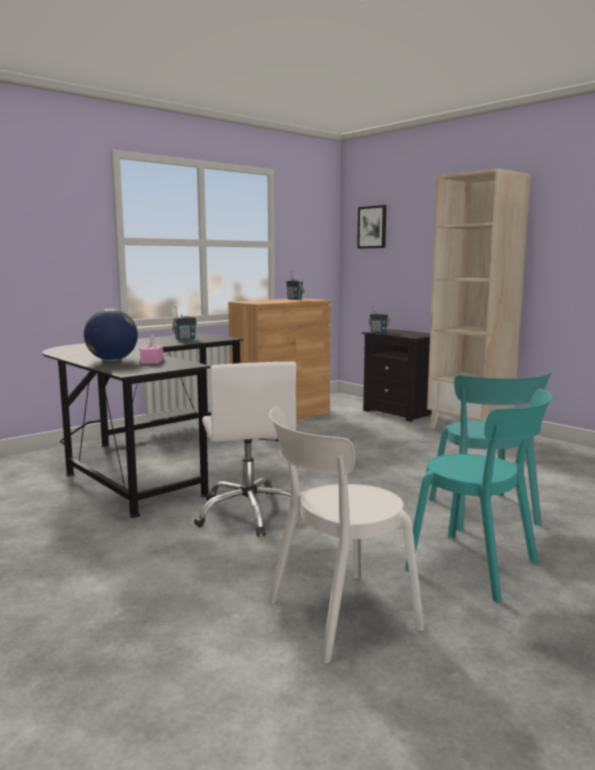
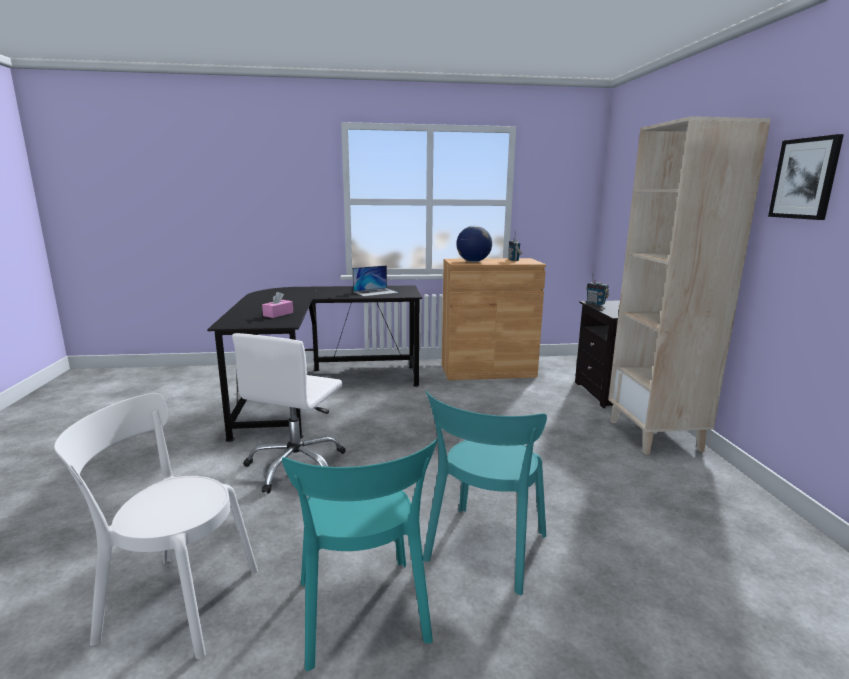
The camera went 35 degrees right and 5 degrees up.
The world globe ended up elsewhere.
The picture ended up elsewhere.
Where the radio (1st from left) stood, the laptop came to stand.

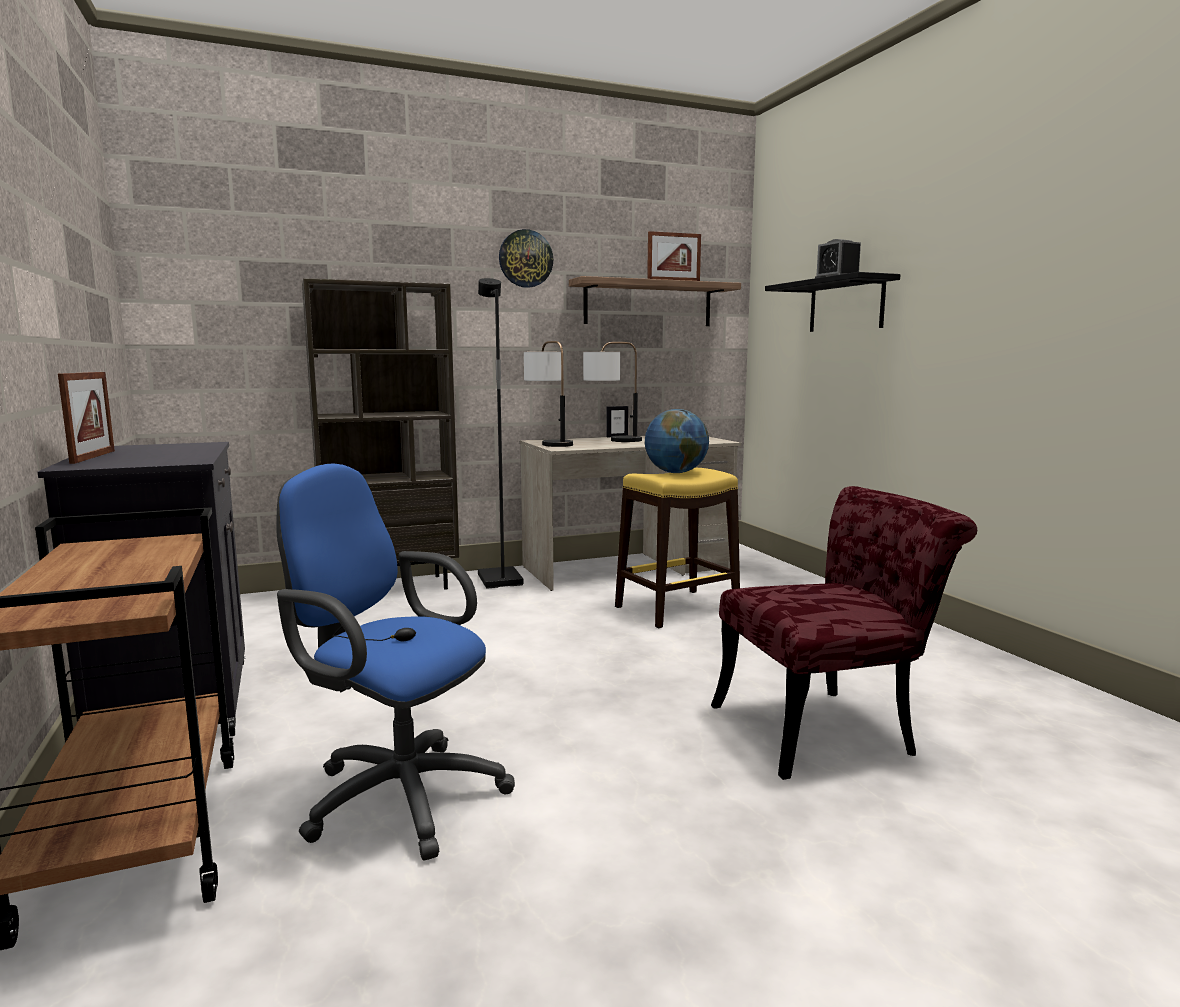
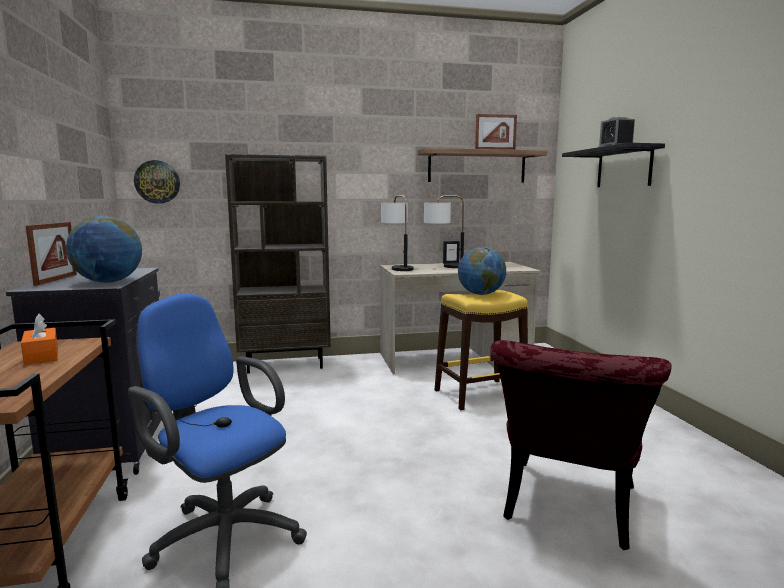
The camera went 10 degrees right and 0 degrees up.
The second view lost the standard lamp (blackish).
The second view gained the box of tissues (orangey).
The second view gained the world globe (1st from left).
The wall clock ended up elsewhere.
The upright chair (reddish) ended up facing another way, 120 degrees clockwise from before.

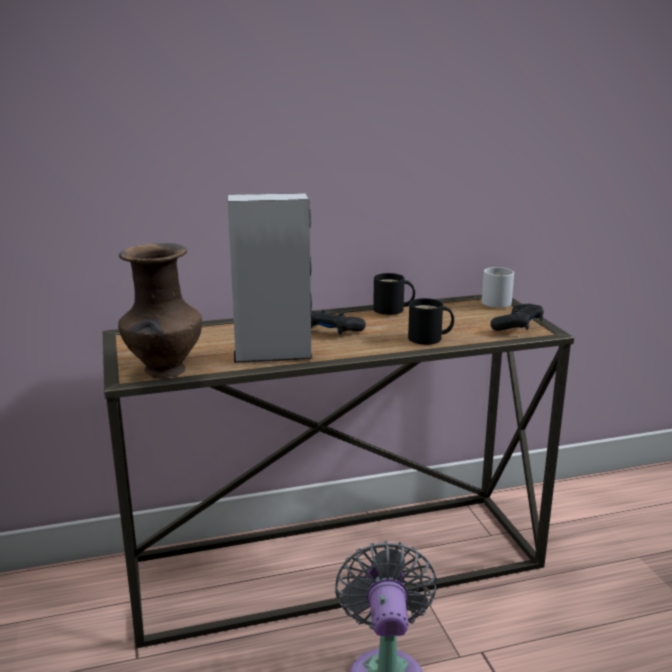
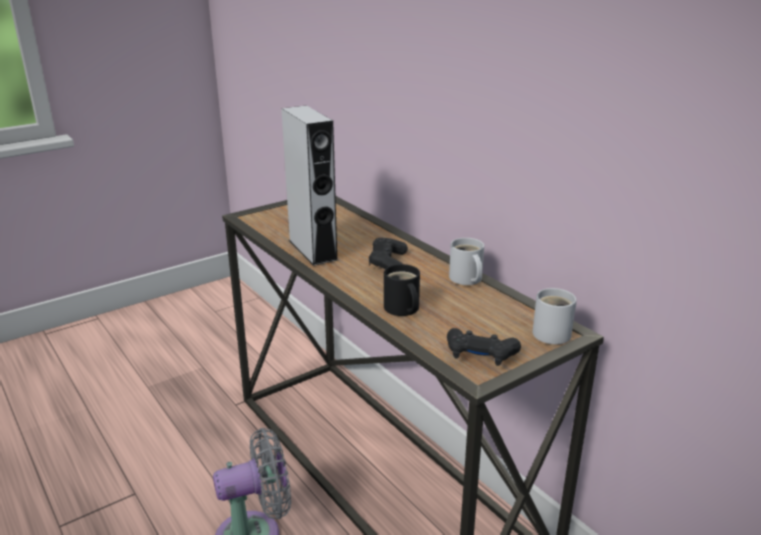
The camera went 70 degrees right and 5 degrees up.
The second view lost the vase (brown-coloured).
What was the mug (blackish) (1st from left) turned into the mug (white) (1st from left).

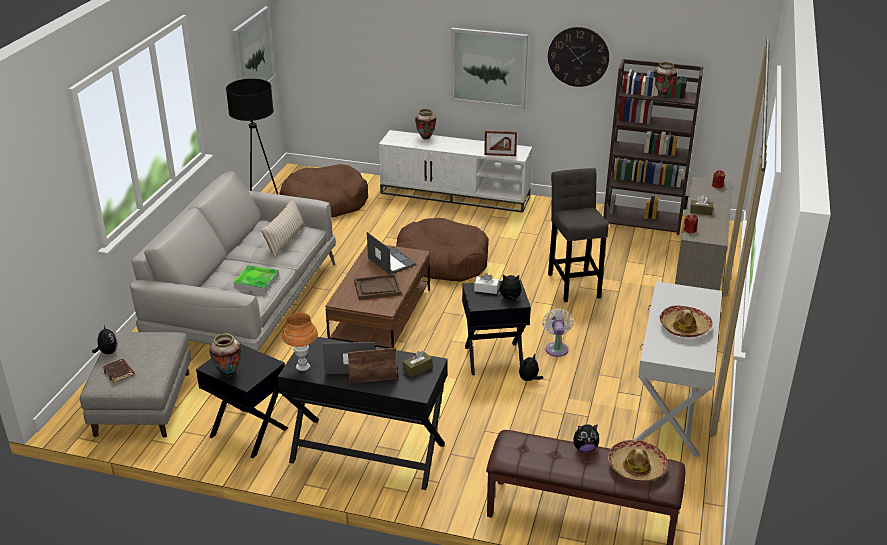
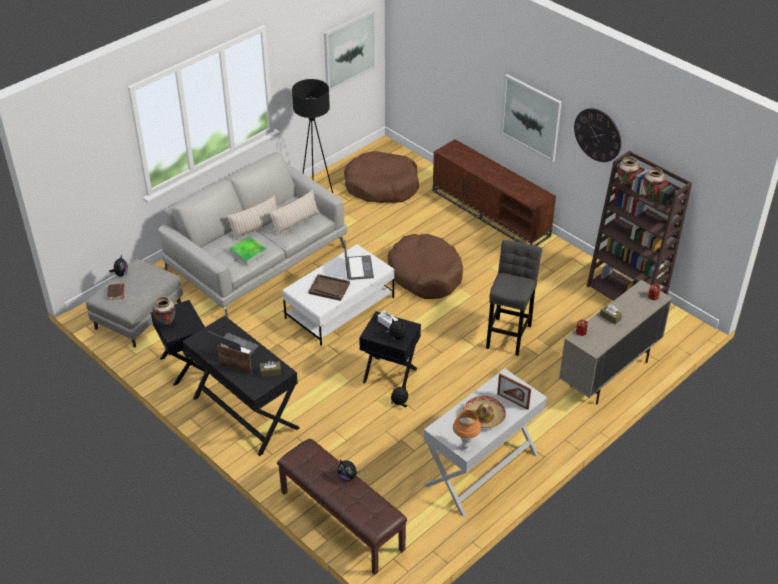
The camera went 30 degrees right and 10 degrees up.
The second view lost the cooling fan (white).
The second view lost the wearable hat (1st from left).
The second view gained the cushion (sand-coloured) (1st from left).
The table lamp (orangey) ended up elsewhere.
The vase (2nd from left) ended up elsewhere.
The photo frame (2nd from left) ended up elsewhere.
What was the low table (brown-coloured) turned into the low table (white).
What was the media console (white) turned into the media console (brown-coloured).

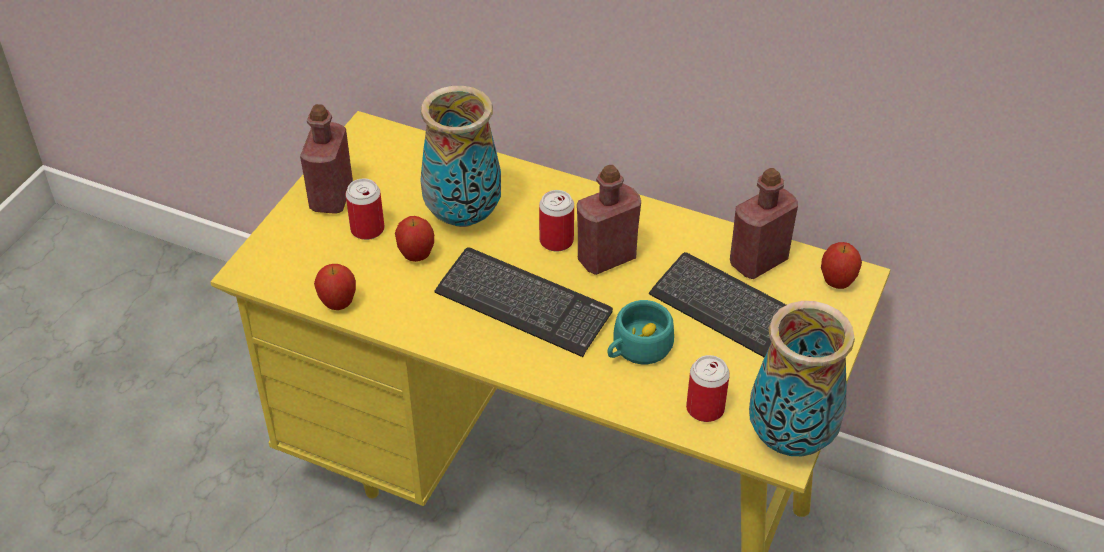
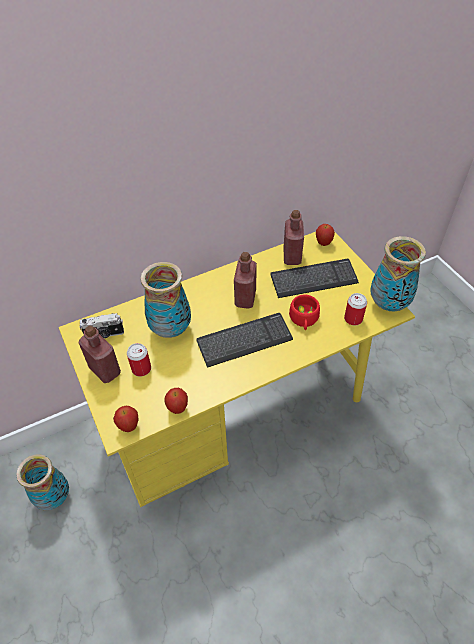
The camera went 50 degrees left and 5 degrees up.
The second view lost the metal can (2nd from left).
The second view gained the vase (1st from left).
The second view gained the photo camera.
The apple fruit (2nd from left in the first image) ended up elsewhere.
What was the small cup (turquoise-coloured) turned into the small cup (reddish).

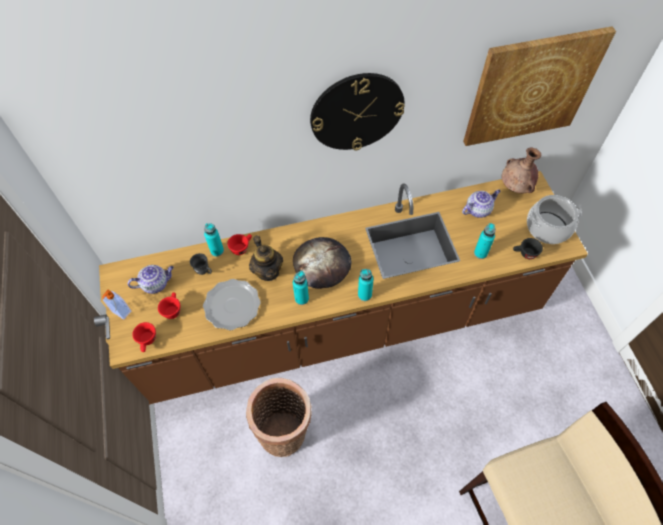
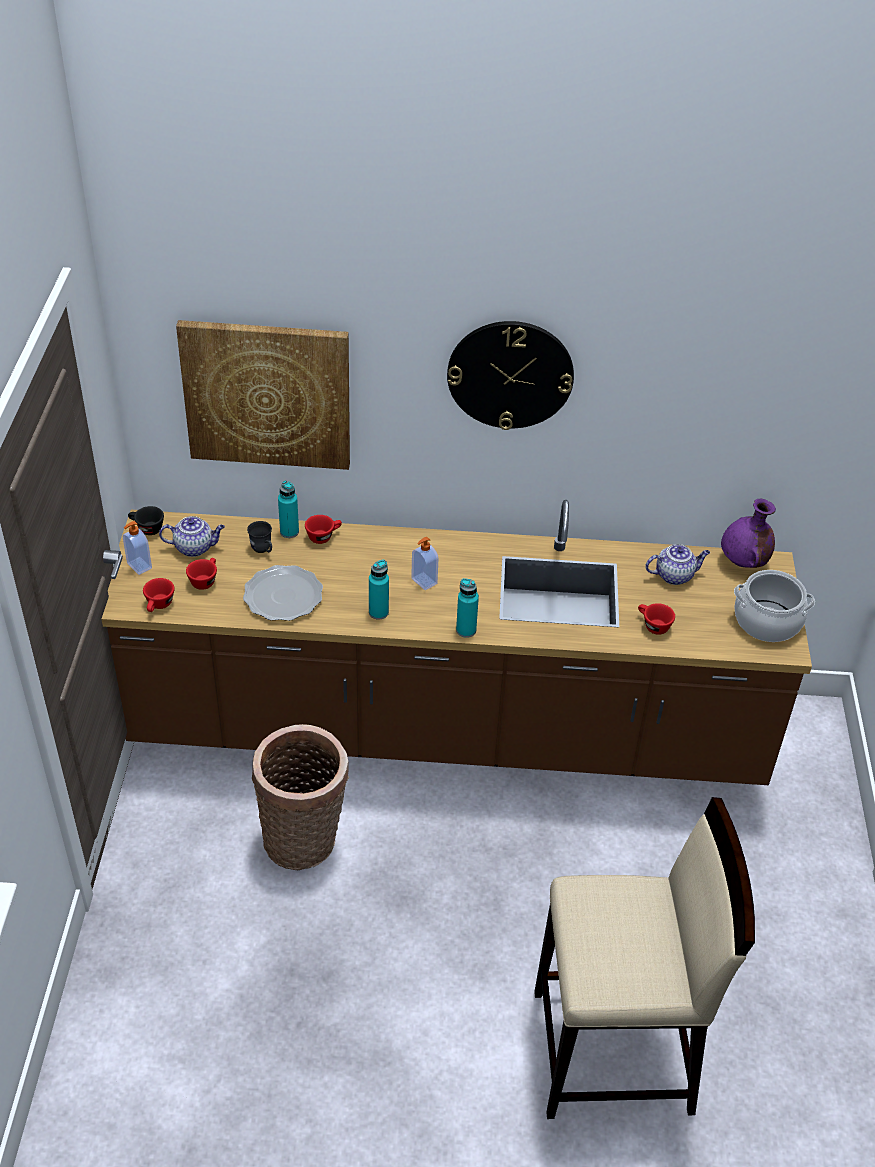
The camera went 15 degrees right and 15 degrees down.
The second view lost the tea pot (2nd from left).
The picture ended up elsewhere.
The small cup (blackish) ended up elsewhere.
Where the bakery bread stood, the soap dispenser (2nd from left) came to stand.
Where the drink bottle (turquoise-coloured) (4th from left) stood, the small cup (reddish) (4th from left) came to stand.
What was the vase (brown-coloured) turned into the vase (purple).

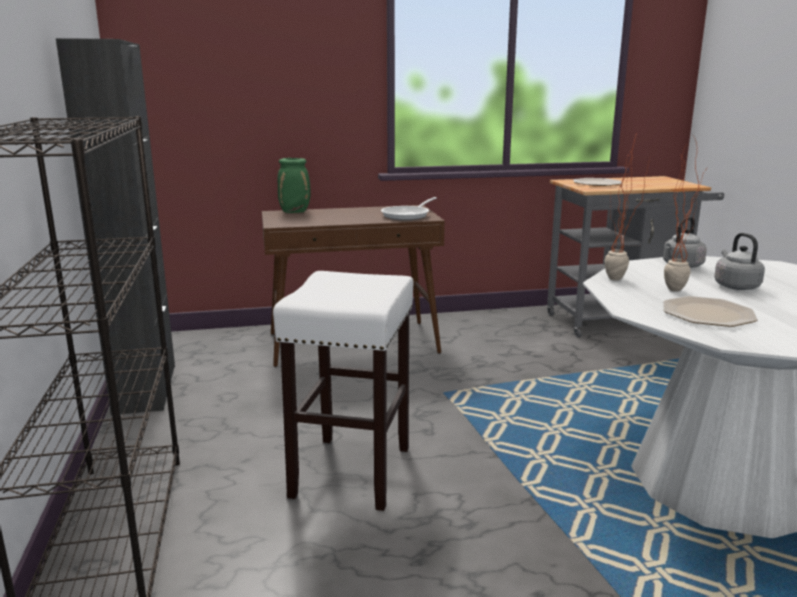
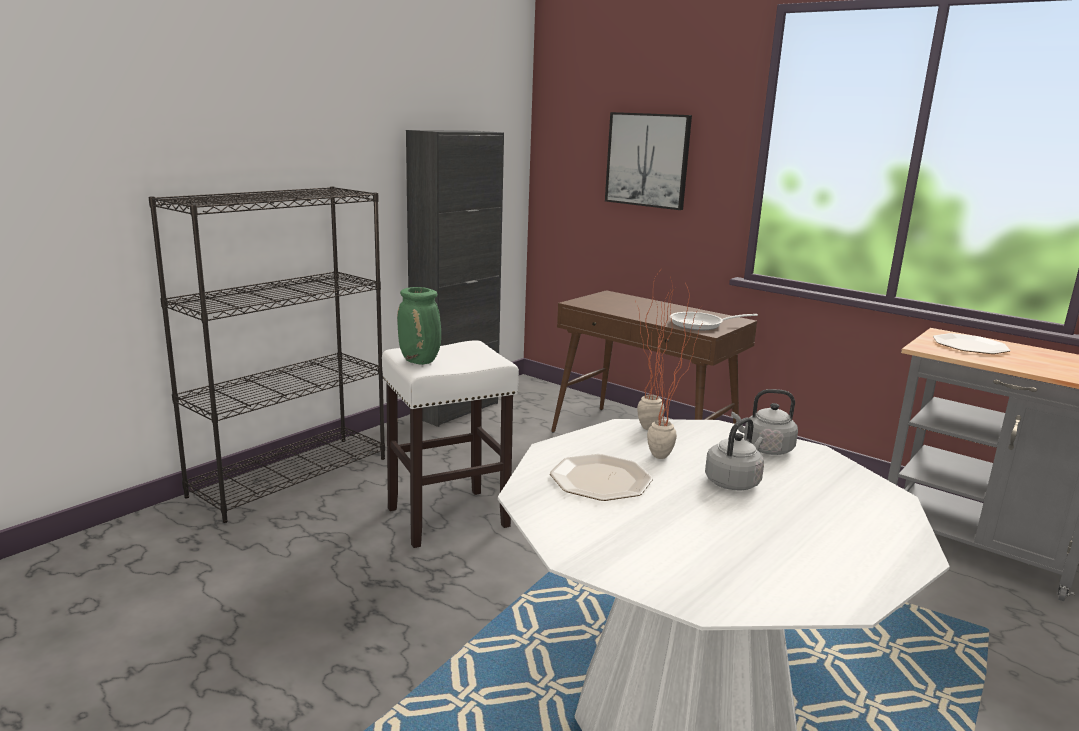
The camera went 50 degrees right and 0 degrees up.
The second view gained the picture.
The vase (greenish) ended up elsewhere.

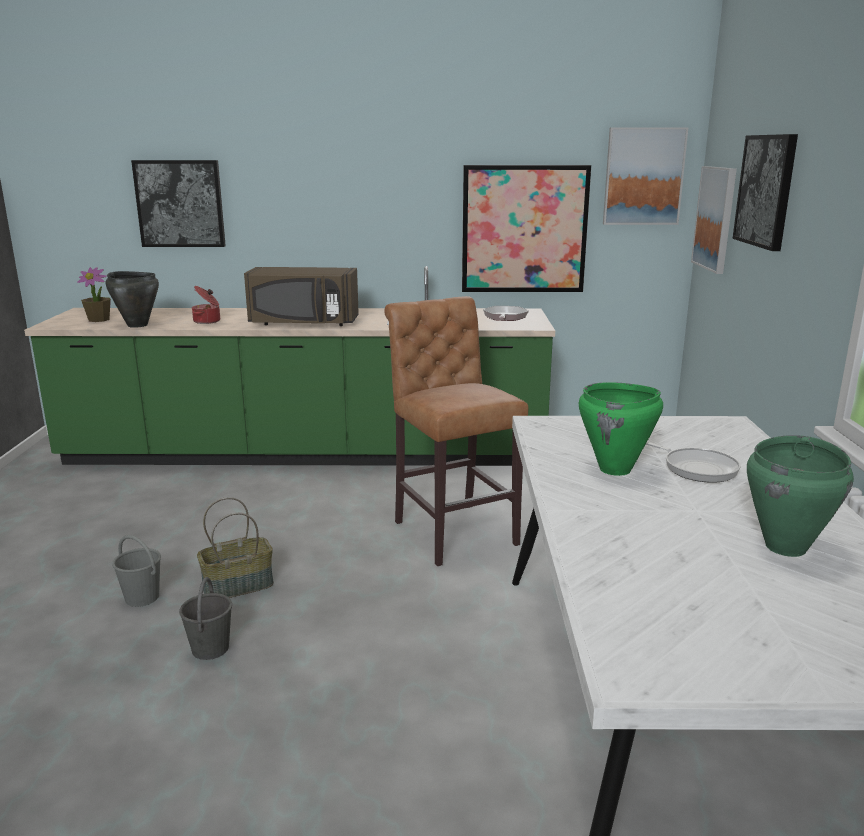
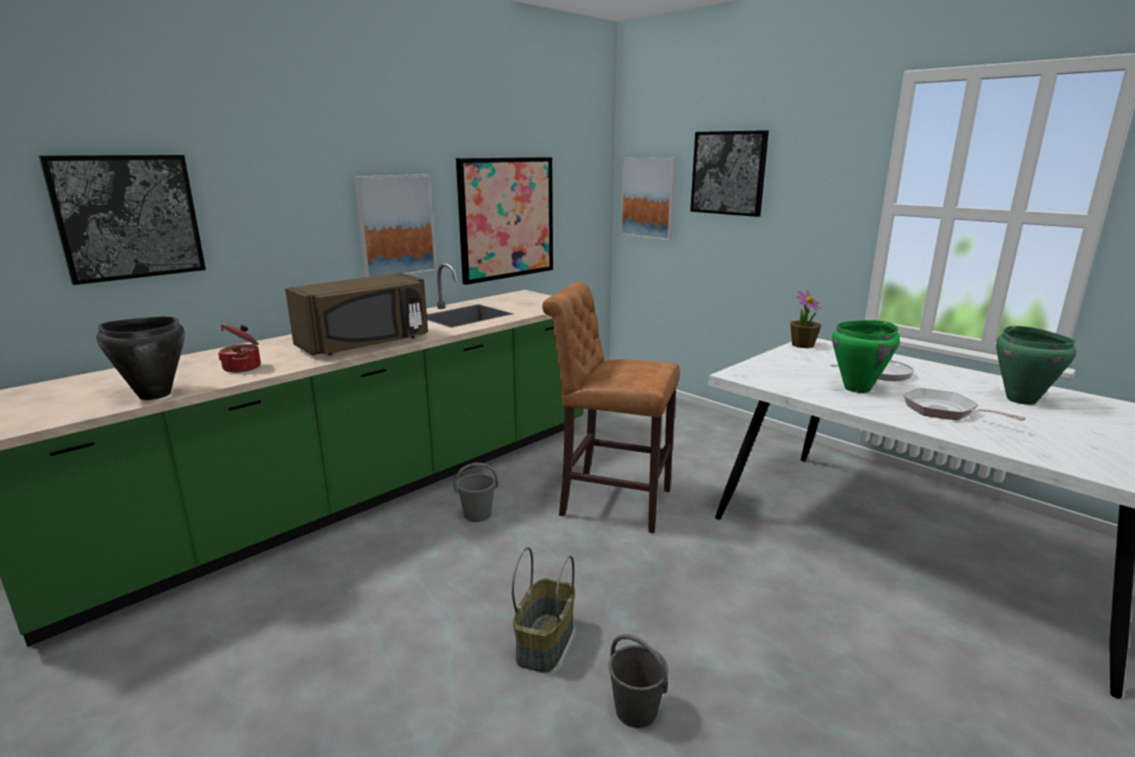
The camera went 45 degrees left and 0 degrees up.
The houseplant ended up elsewhere.
The water bucket (greyish) (1st from left) ended up elsewhere.
The skillet (1st from left in the first image) ended up elsewhere.
The picture (3rd from left in the first image) ended up elsewhere.

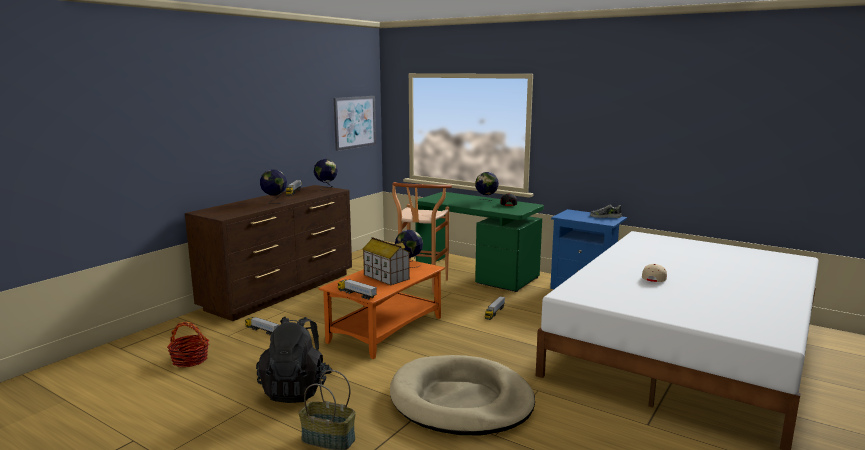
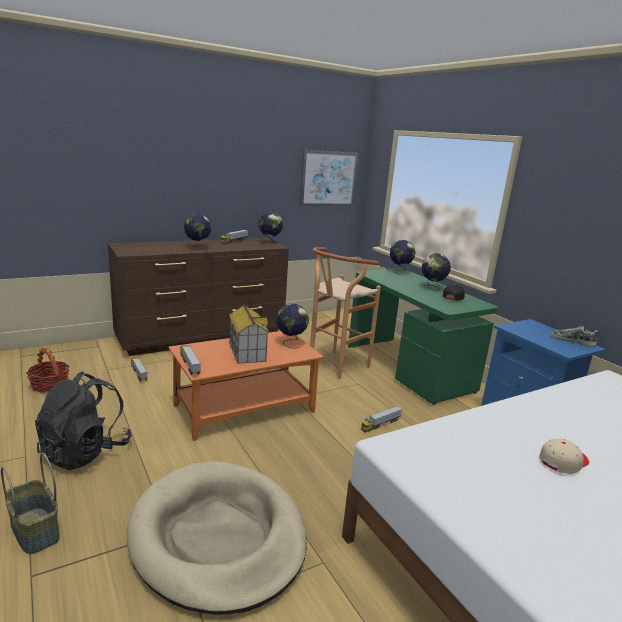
The camera went 25 degrees right and 5 degrees up.
The second view gained the world globe (4th from left).

